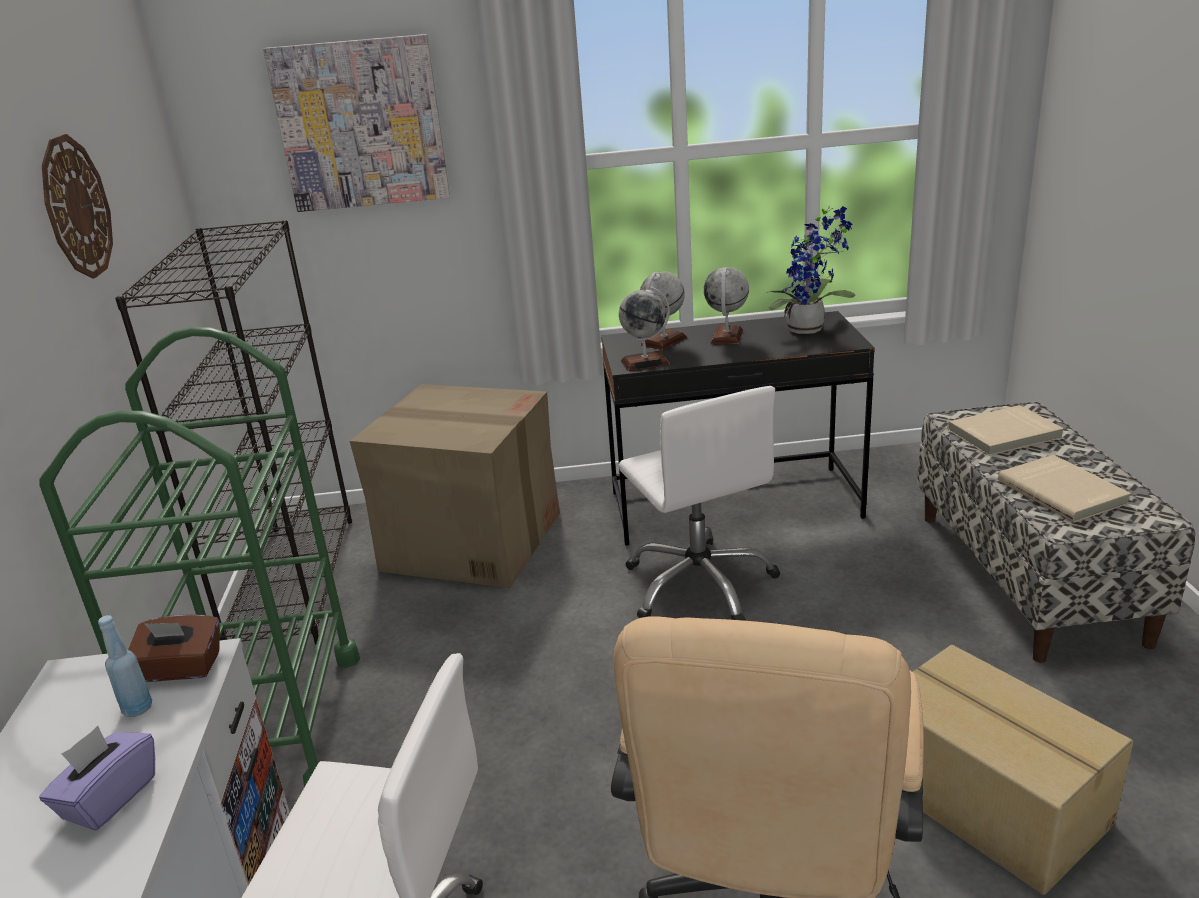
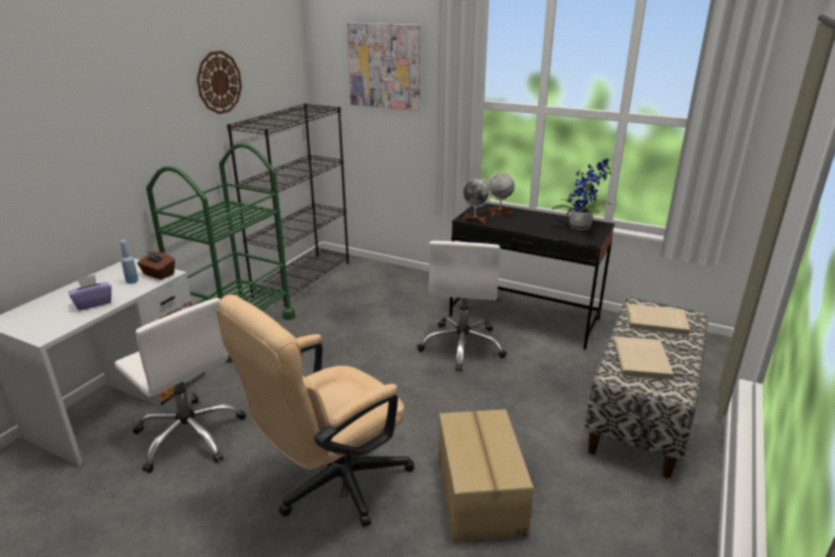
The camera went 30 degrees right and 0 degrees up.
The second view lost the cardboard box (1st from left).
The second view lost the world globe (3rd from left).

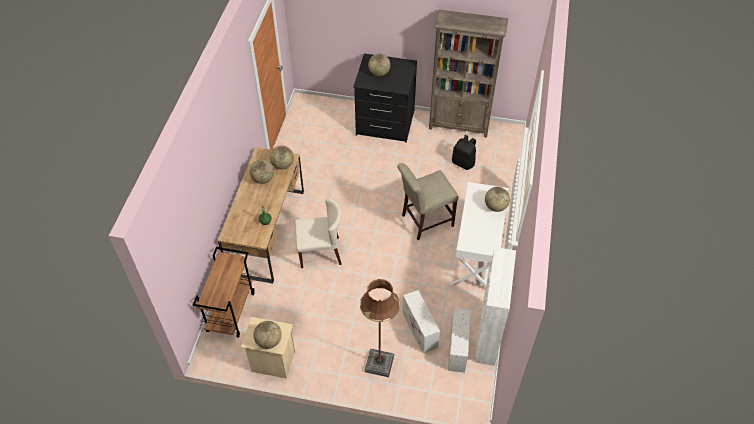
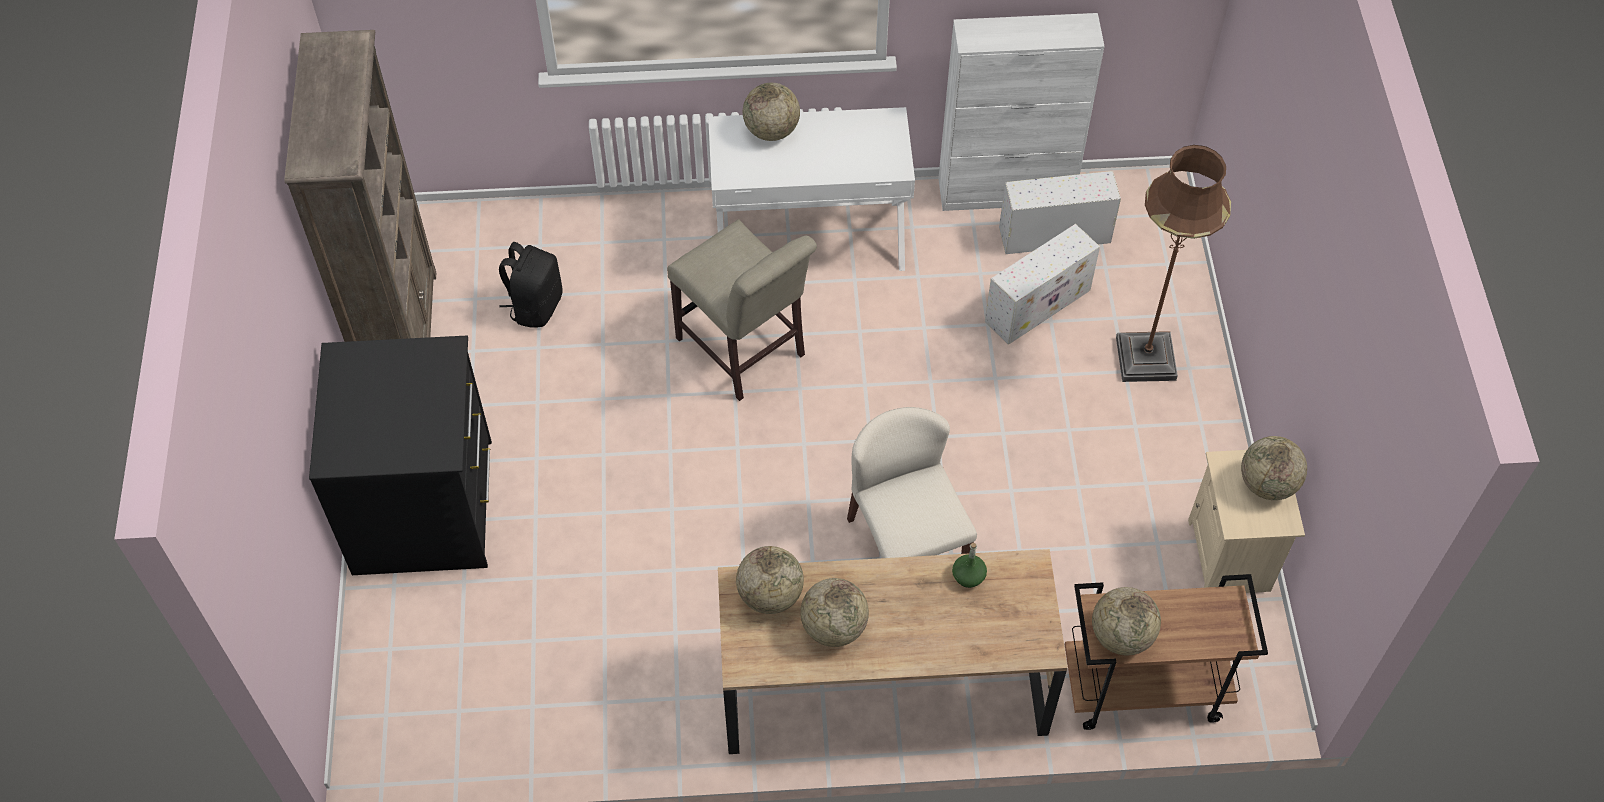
The camera went 105 degrees left and 5 degrees up.
The world globe (4th from left) ended up elsewhere.

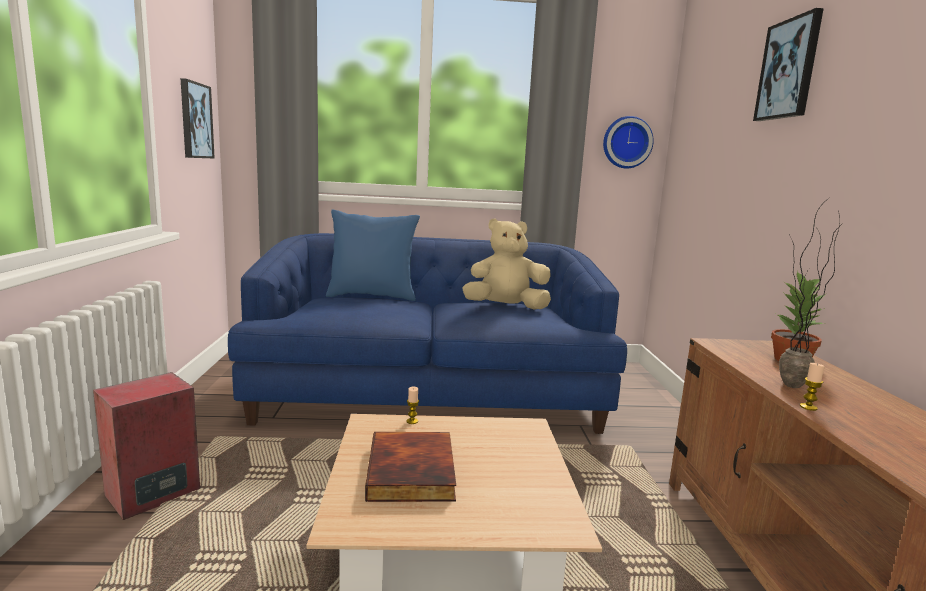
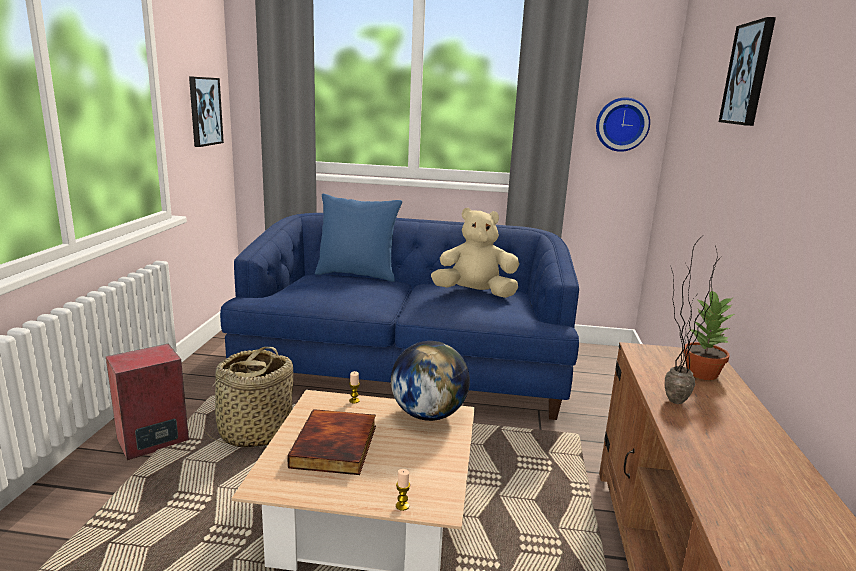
The camera went 10 degrees right and 5 degrees up.
The second view gained the basket.
The second view gained the world globe.
The candle (2nd from left) ended up elsewhere.

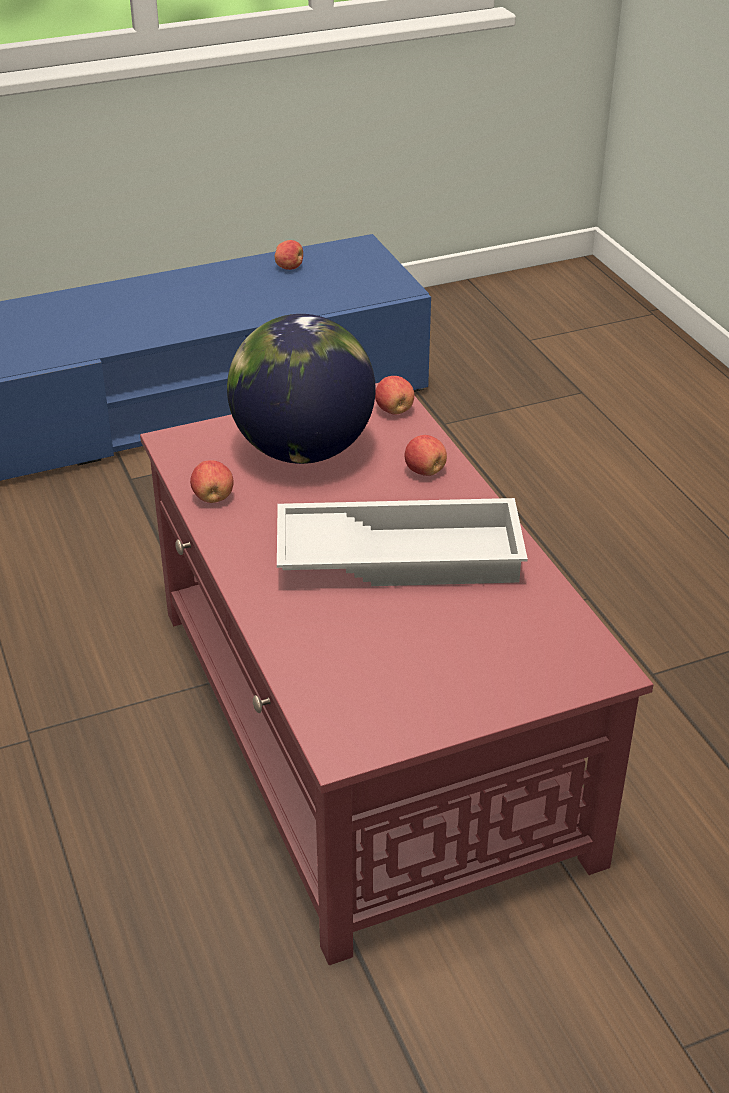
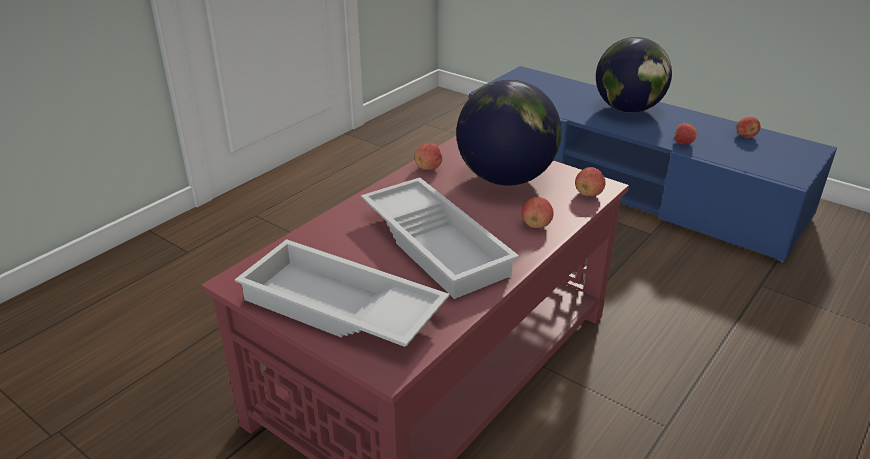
The camera went 60 degrees right and 5 degrees down.
The second view gained the serving tray (white) (1st from left).
The second view gained the world globe (2nd from left).
The second view gained the apple fruit (4th from left).

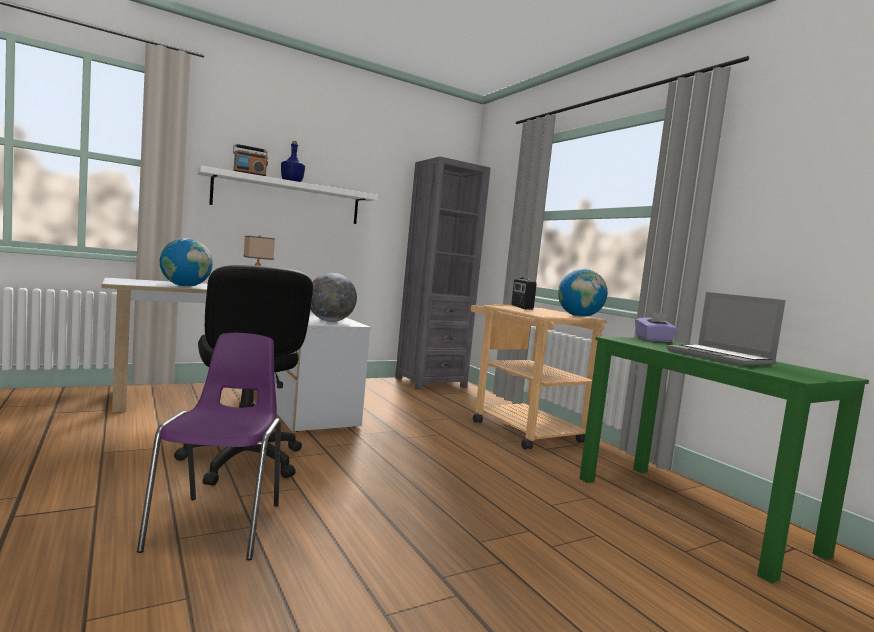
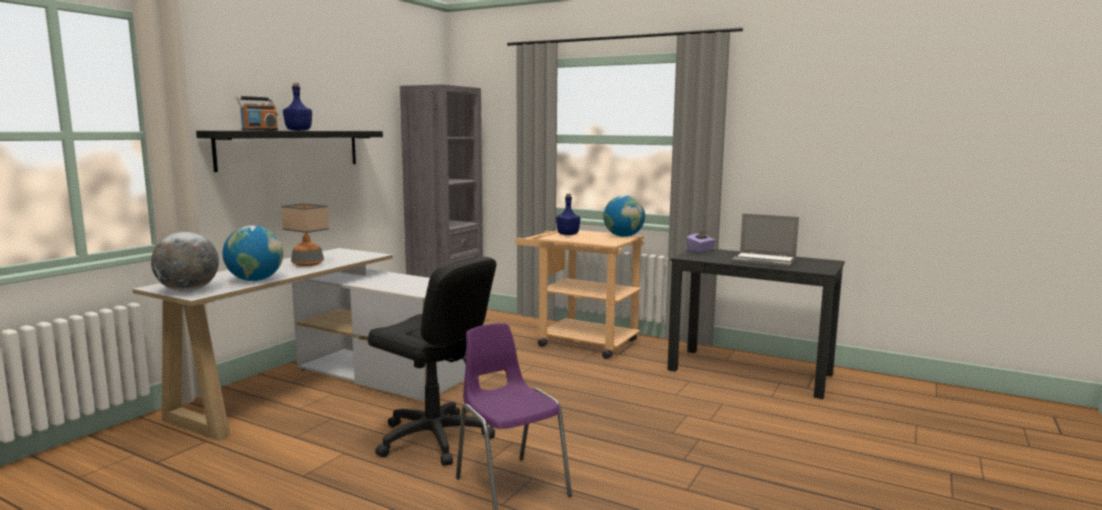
The camera went 30 degrees left and 5 degrees up.
The world globe (2nd from left in the first image) ended up elsewhere.
Where the radio (2nd from left) stood, the drink bottle (blue) (2nd from left) came to stand.
What was the wall shelf (white) turned into the wall shelf (blackish).
What was the desk (greenish) turned into the desk (blackish).

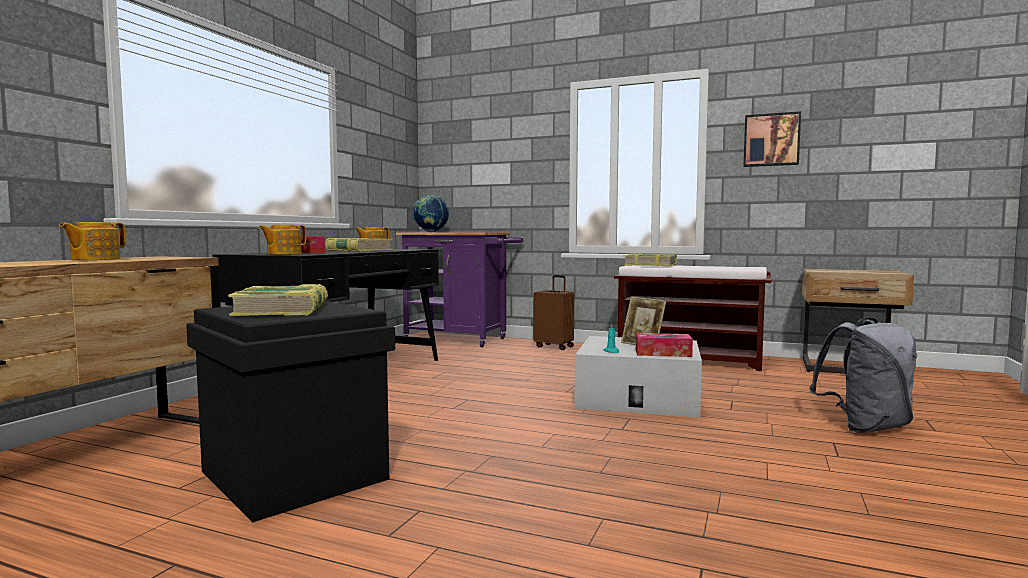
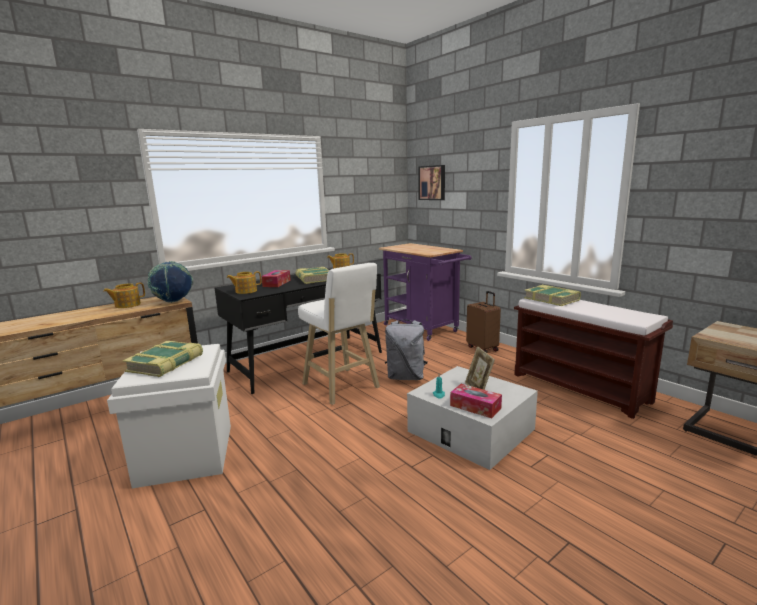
The camera went 30 degrees right and 10 degrees up.
The second view gained the sitting stool (white).
The world globe ended up elsewhere.
The picture ended up elsewhere.
The rucksack (greyish) ended up elsewhere.
What was the storage bin (blackish) turned into the storage bin (white) (1st from left).

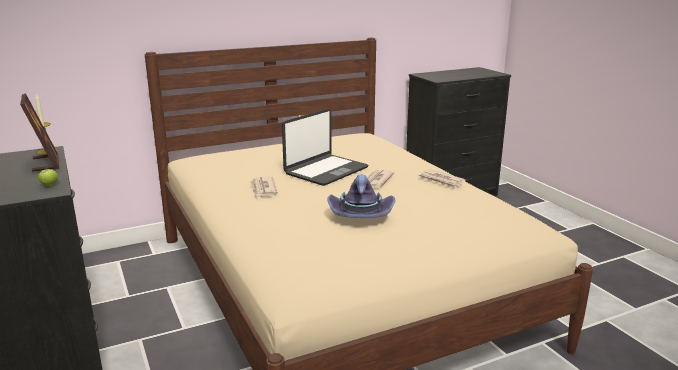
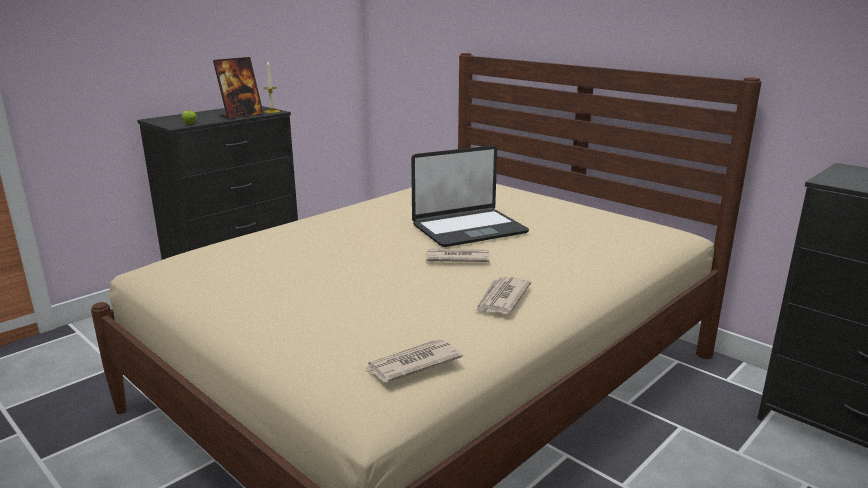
The camera went 70 degrees right and 0 degrees up.
The second view lost the wearable hat (purple).
The newspaper (1st from left) ended up elsewhere.
The laptop ended up facing another way, 45 degrees counterclockwise from before.

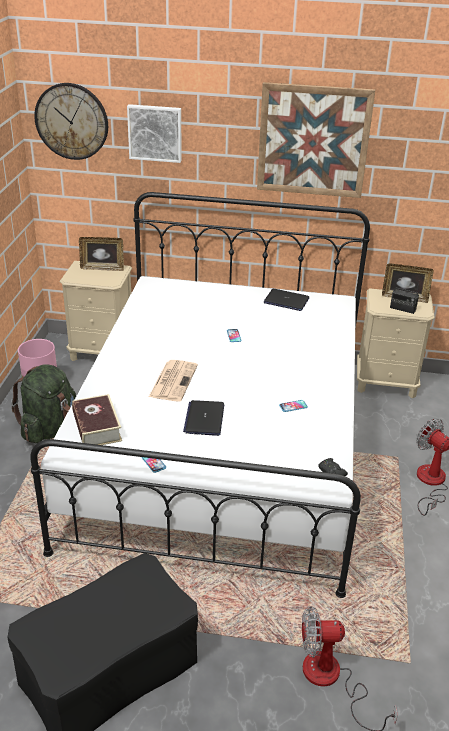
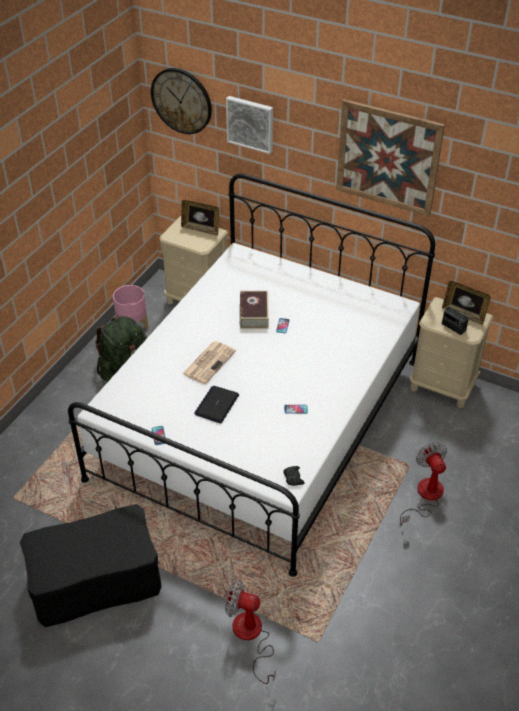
The camera went 20 degrees right and 10 degrees up.
The second view lost the laptop (2nd from left).
The book ended up elsewhere.

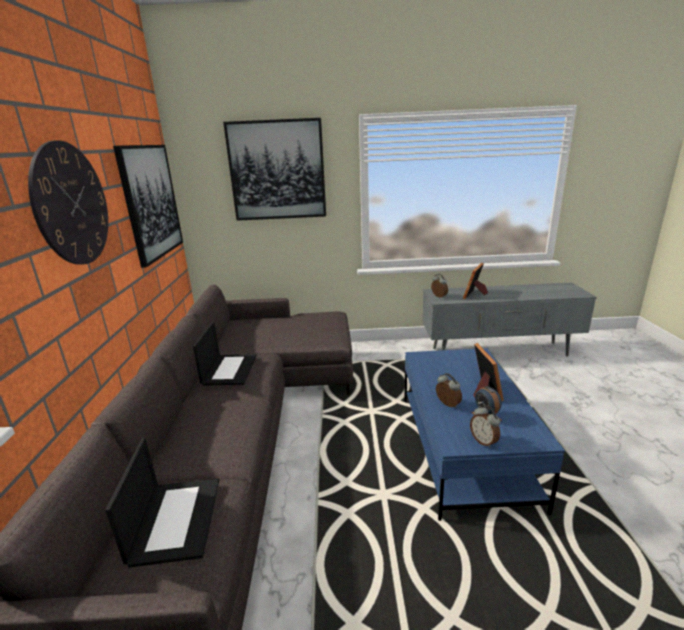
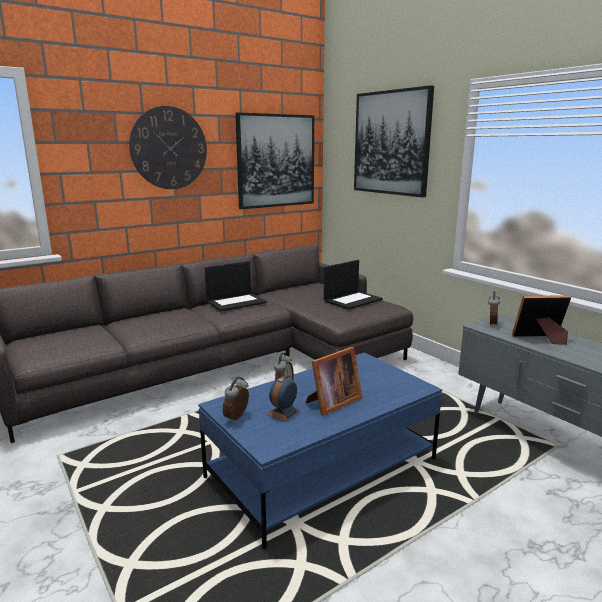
The camera went 55 degrees right and 5 degrees down.
The laptop (1st from left in the first image) ended up elsewhere.

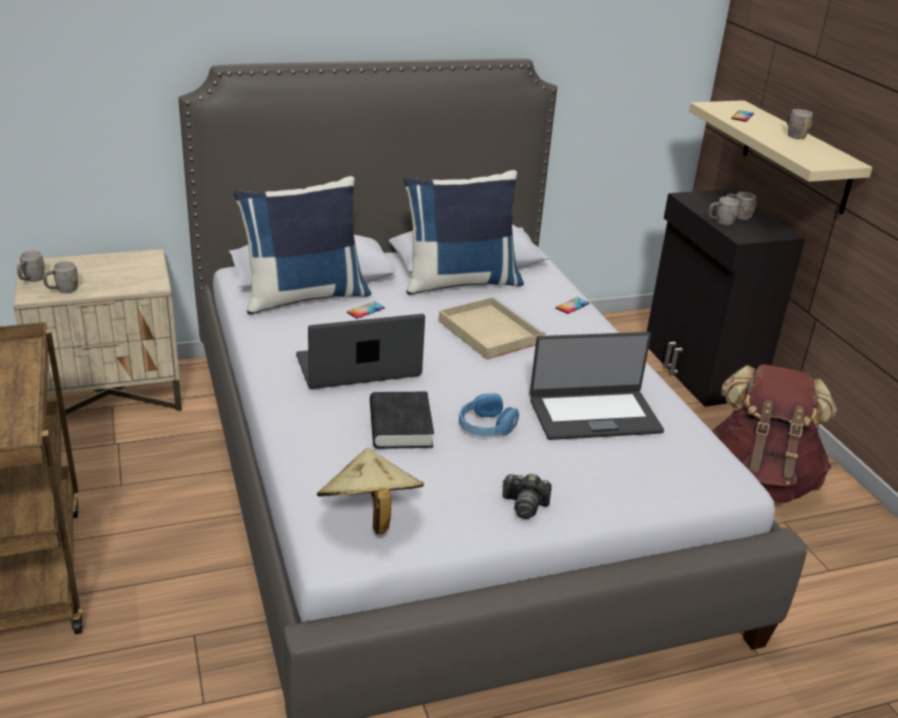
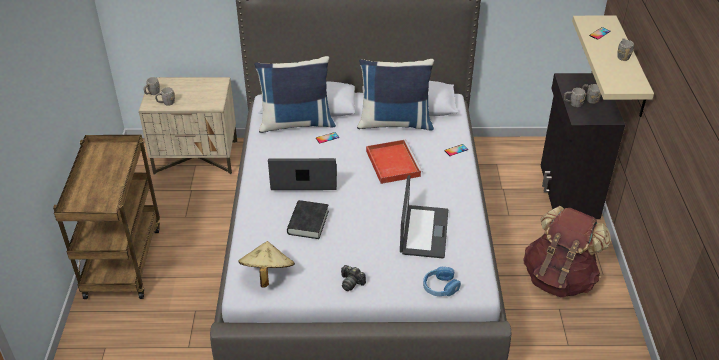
The camera went 20 degrees right and 10 degrees up.
The headset (blue) ended up elsewhere.
What was the serving tray (sand-coloured) turned into the serving tray (reddish).
The laptop (2nd from left) ended up facing another way, 90 degrees counterclockwise from before.

